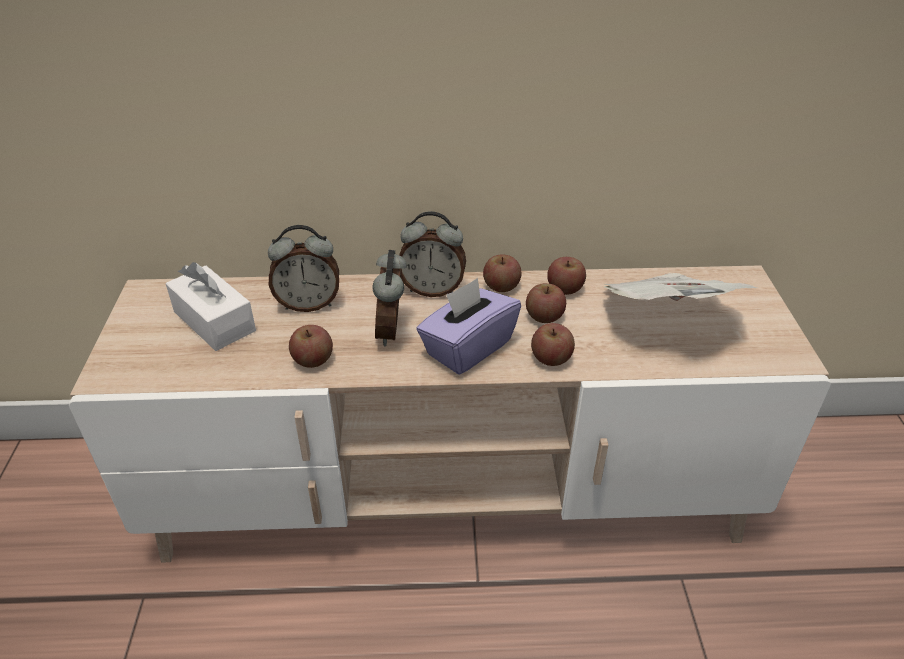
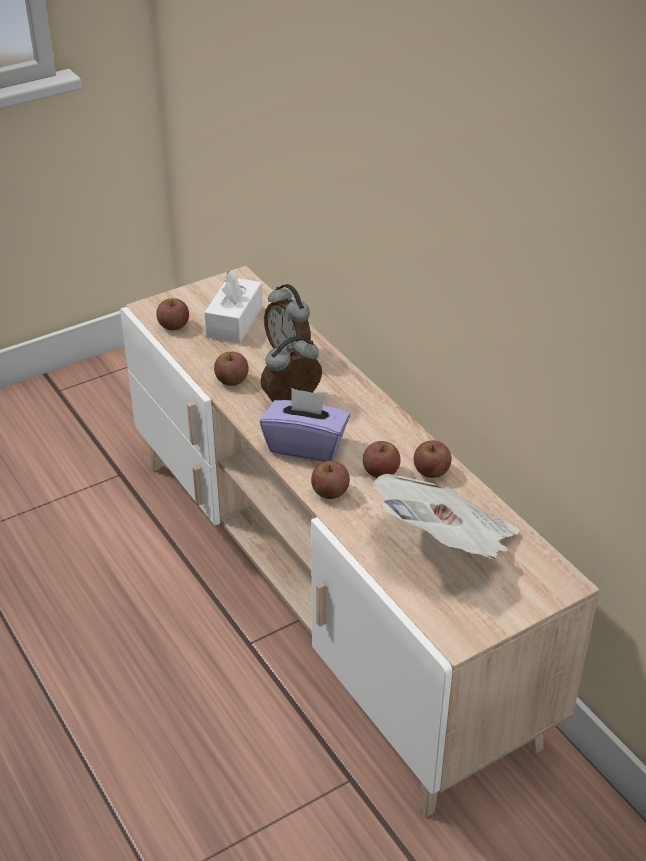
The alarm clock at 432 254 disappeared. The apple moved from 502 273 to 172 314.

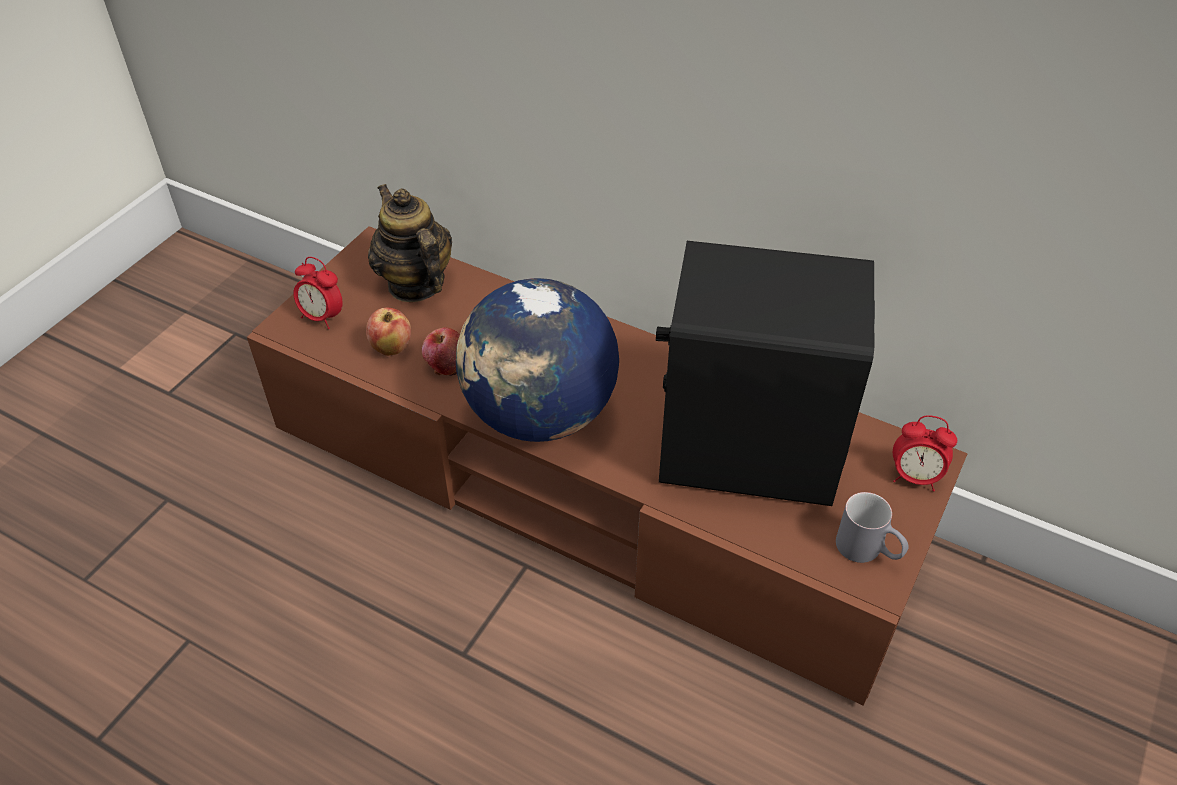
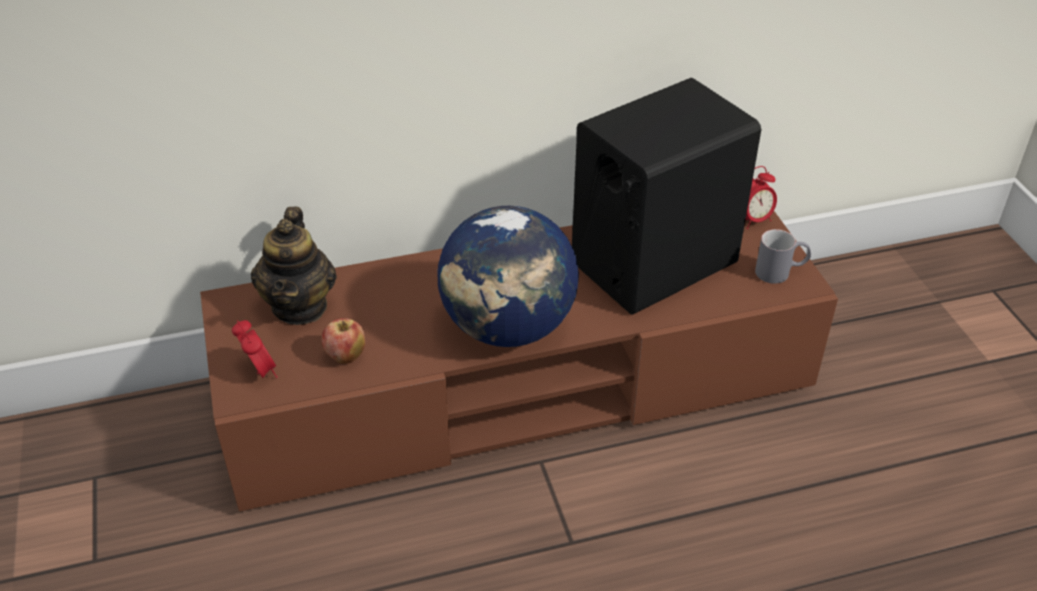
The teapot at 410 243 turned 105 degrees counterclockwise. The alarm clock at 318 293 turned 105 degrees counterclockwise. The apple at 441 352 disappeared.

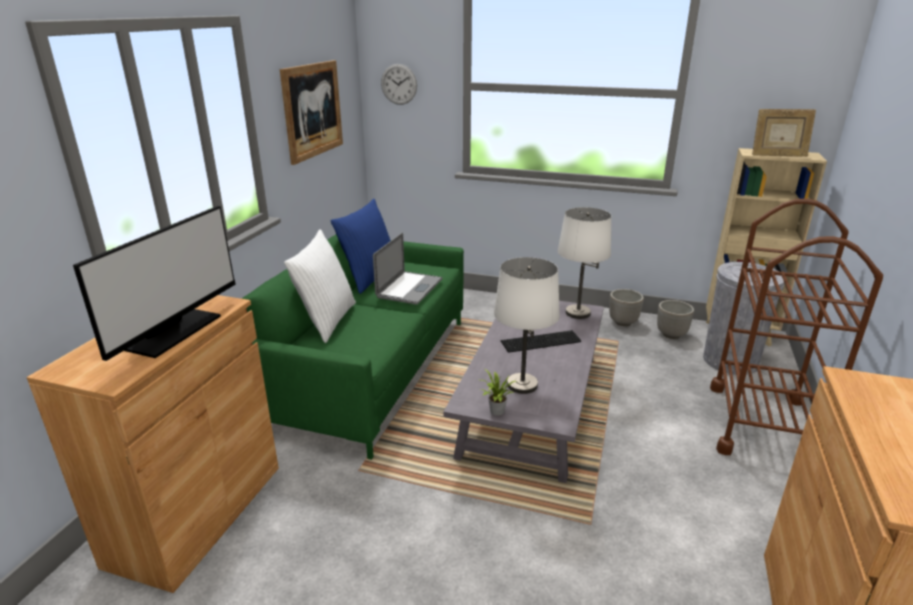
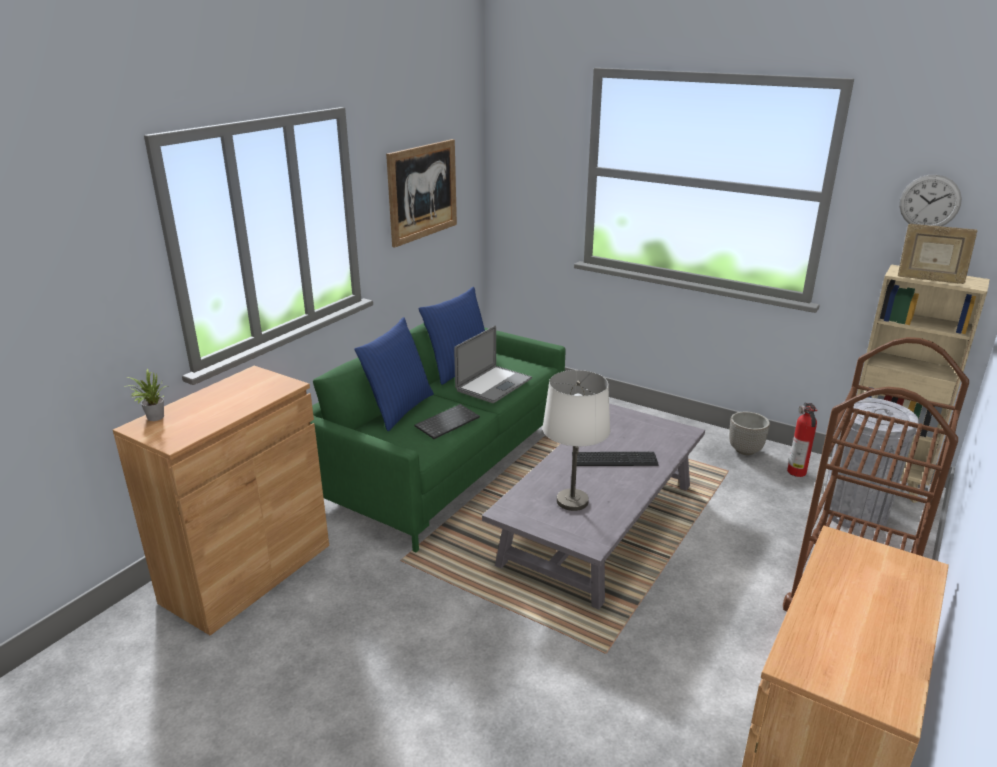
The wall clock moved from 399 84 to 930 200. The monitor at 154 283 disappeared. The table lamp in white at 584 263 disappeared. The pillow in white at 320 286 became the pillow in blue at 394 374. The planter at 675 319 was replaced by the fire extinguisher at 802 440. The potted plant moved from 498 392 to 145 394. The keyboard at 447 421 appeared.

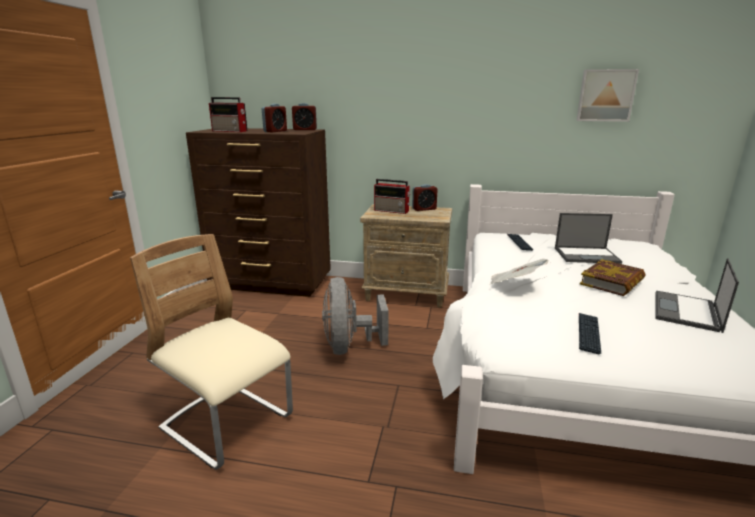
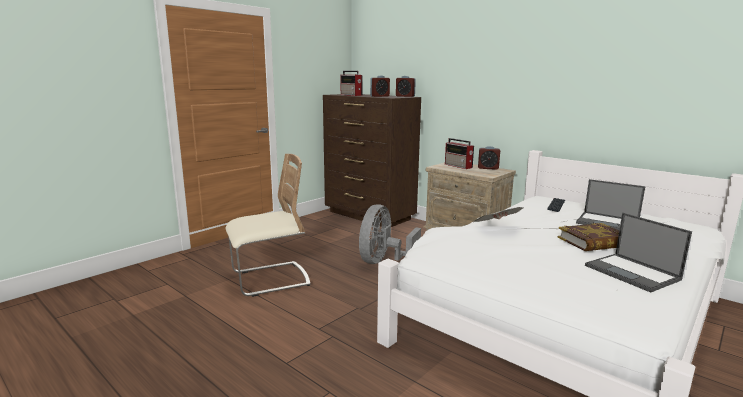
The picture at 607 95 disappeared. The chair in beige at 211 352 turned 90 degrees clockwise. The laptop at 697 295 turned 90 degrees counterclockwise. The keyboard at 590 333 disappeared.

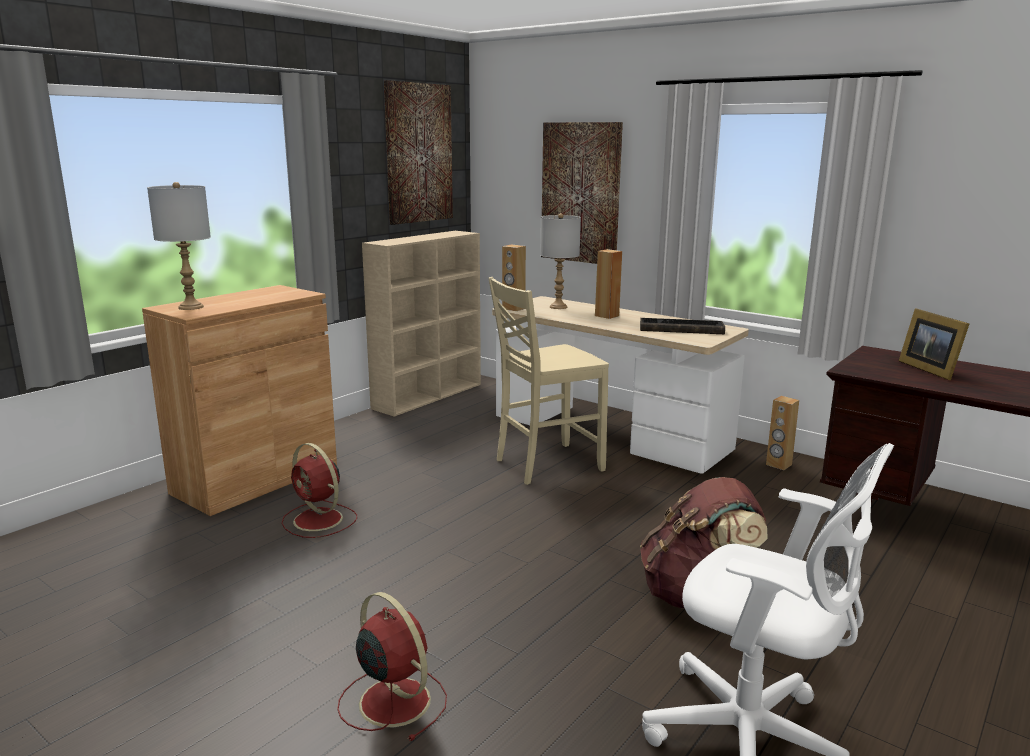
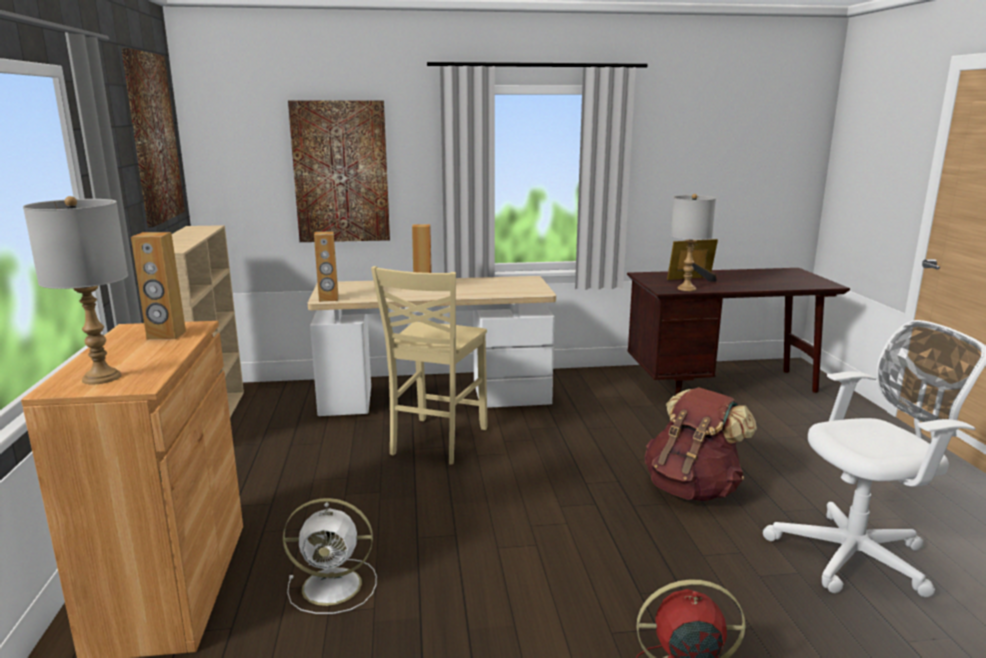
The table lamp in grey moved from 560 261 to 693 242. The picture frame at 934 344 turned 135 degrees clockwise. The keyboard at 682 326 disappeared. The speaker in brown moved from 782 433 to 158 286. The fan in red at 319 490 became the fan in white at 330 556.

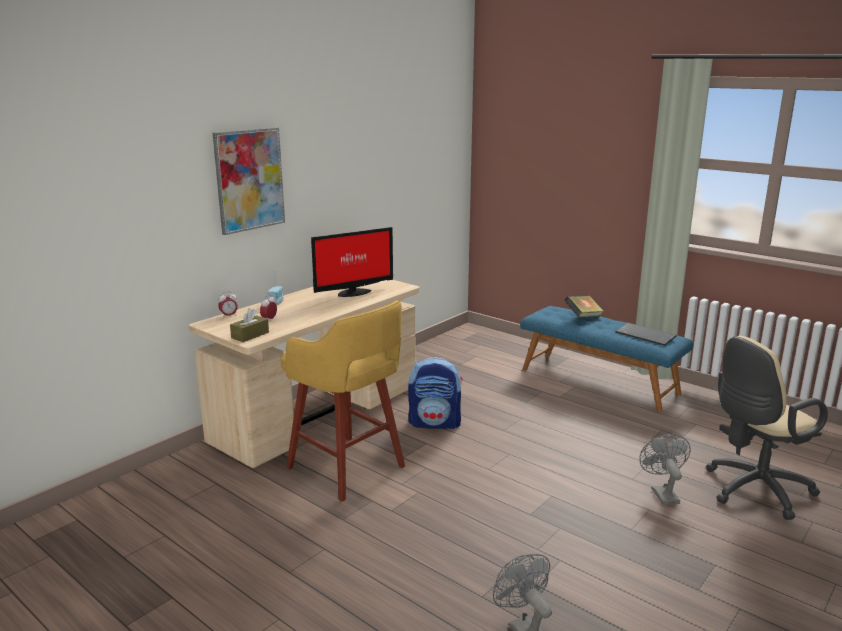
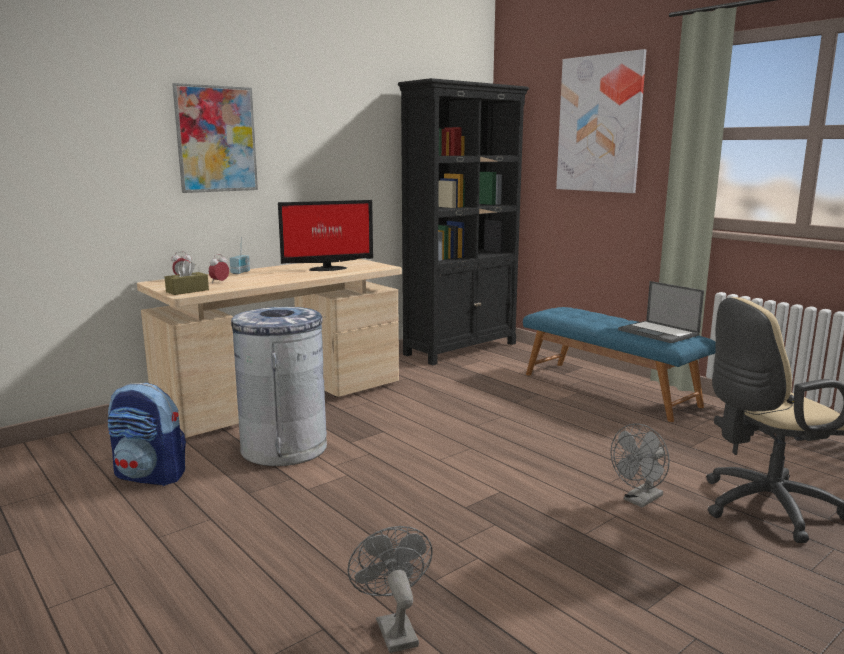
The book at 584 306 disappeared. The stool in yellow at 343 401 was replaced by the trash can in grey at 279 386. The keyboard at 646 334 was replaced by the laptop at 661 312. The backpack moved from 435 393 to 147 434. The fan in grey at 665 469 turned 135 degrees counterclockwise. The picture at 601 121 appeared. The bookcase in black at 463 221 appeared.

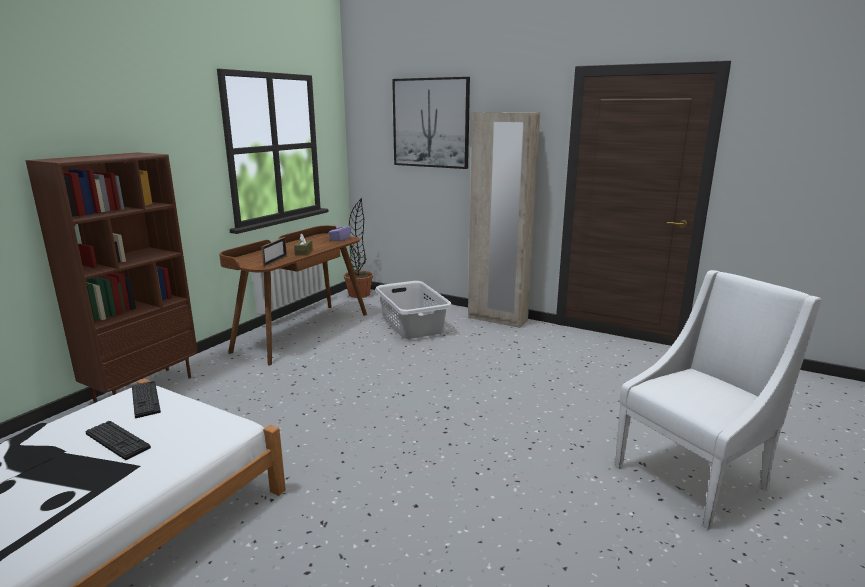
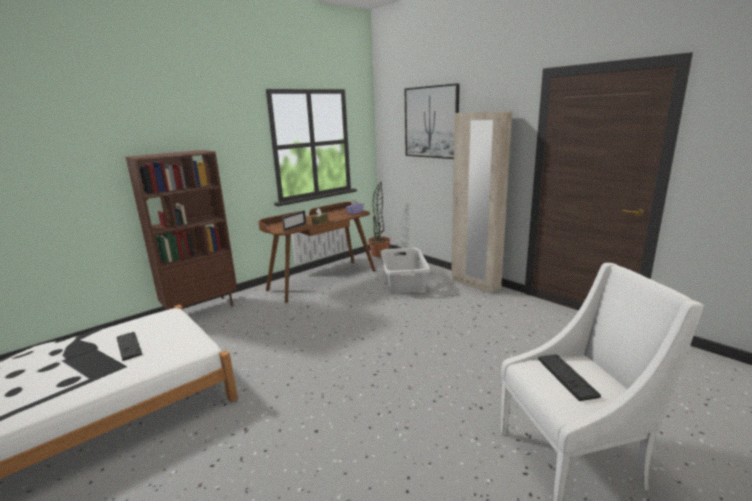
The keyboard moved from 146 399 to 569 377.

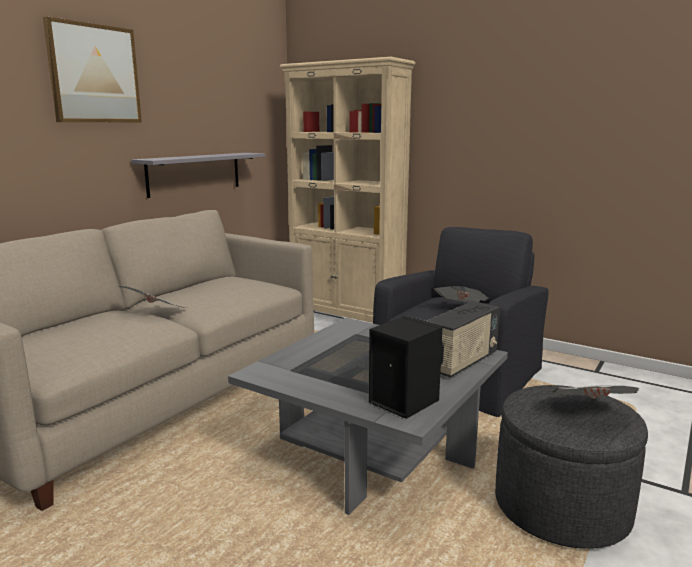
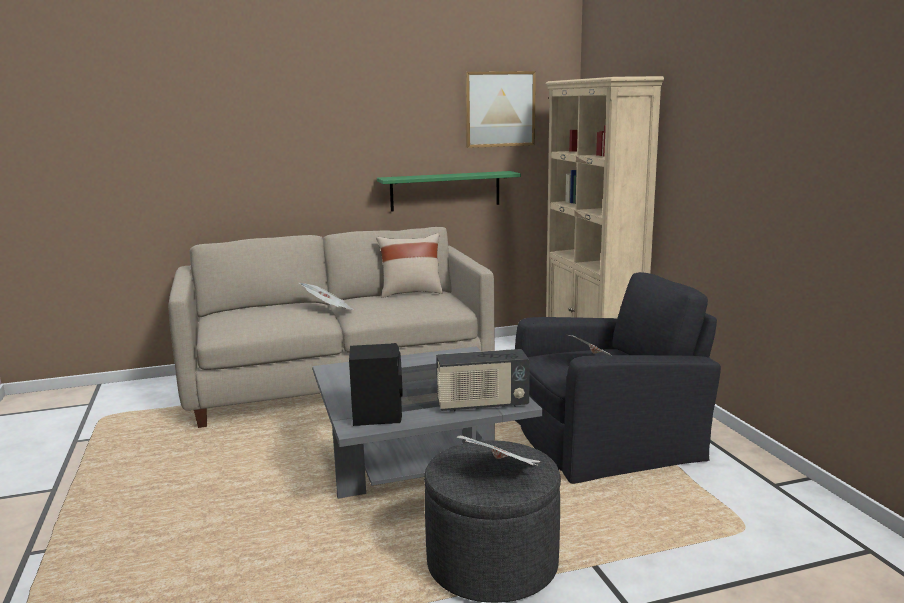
The picture moved from 92 69 to 500 109. The shelf in grey at 198 175 became the shelf in green at 449 191. The pillow in beige at 409 265 appeared.

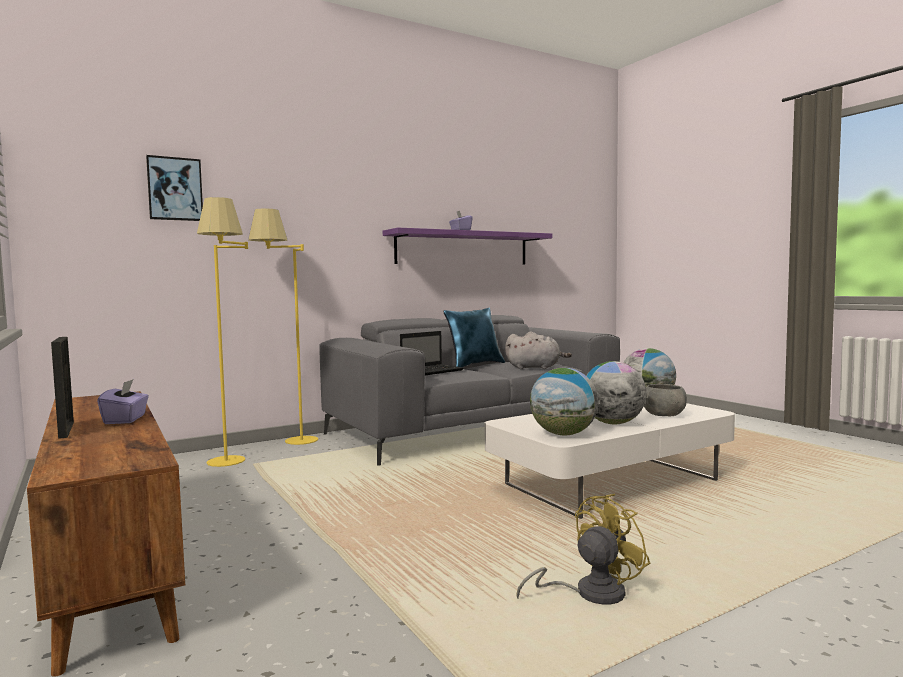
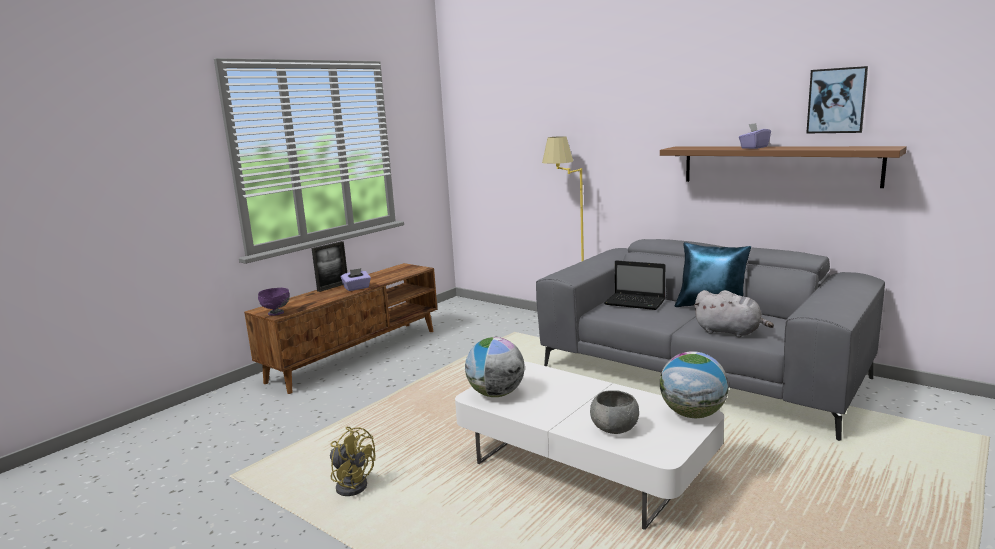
The picture moved from 174 188 to 837 99. The floor lamp in yellow at 222 332 disappeared. The shelf in purple at 467 246 became the shelf in brown at 783 167. The plush toy in grey at 538 350 turned 45 degrees counterclockwise. The globe at 616 392 disappeared. The bowl in purple at 274 302 appeared.

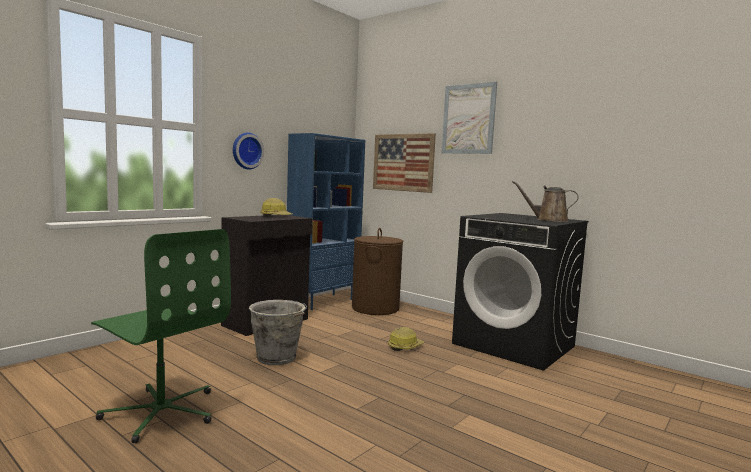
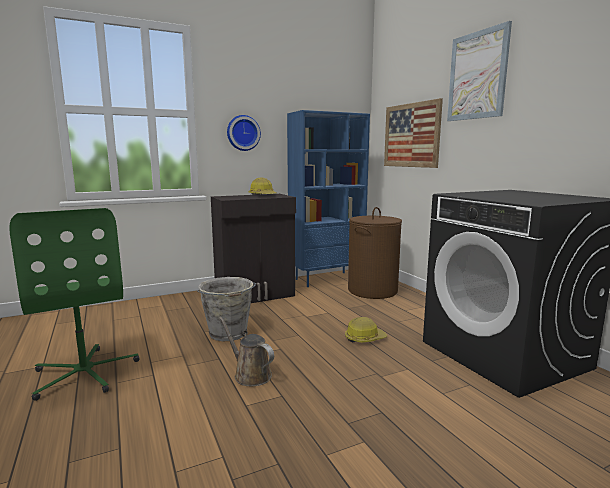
The watering can in brown moved from 545 201 to 246 351.

